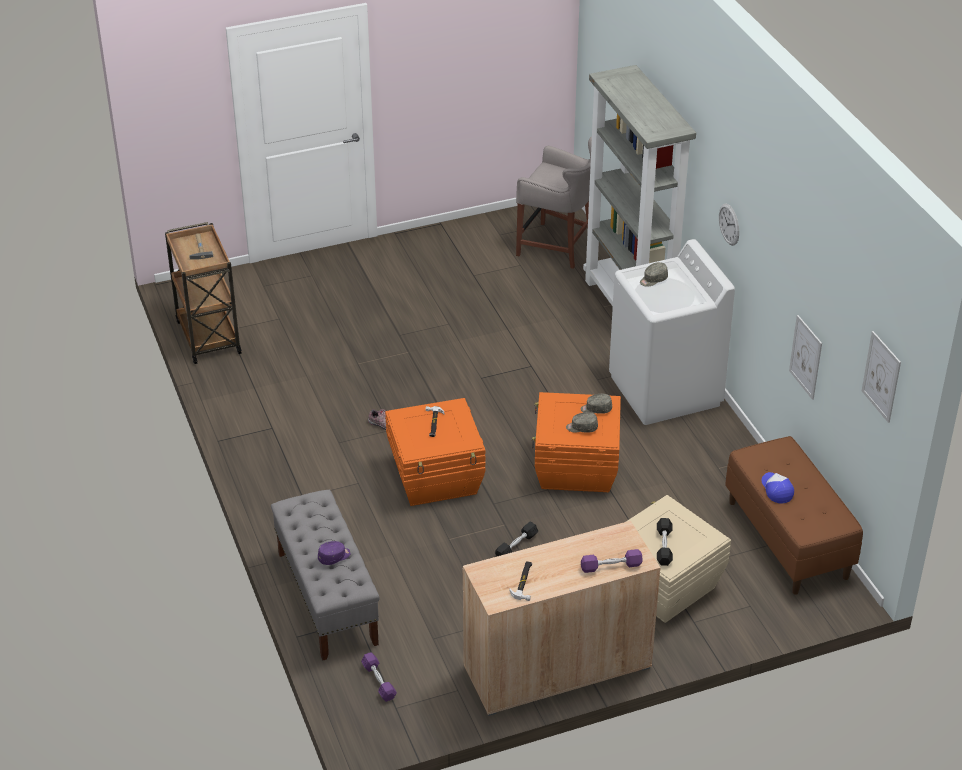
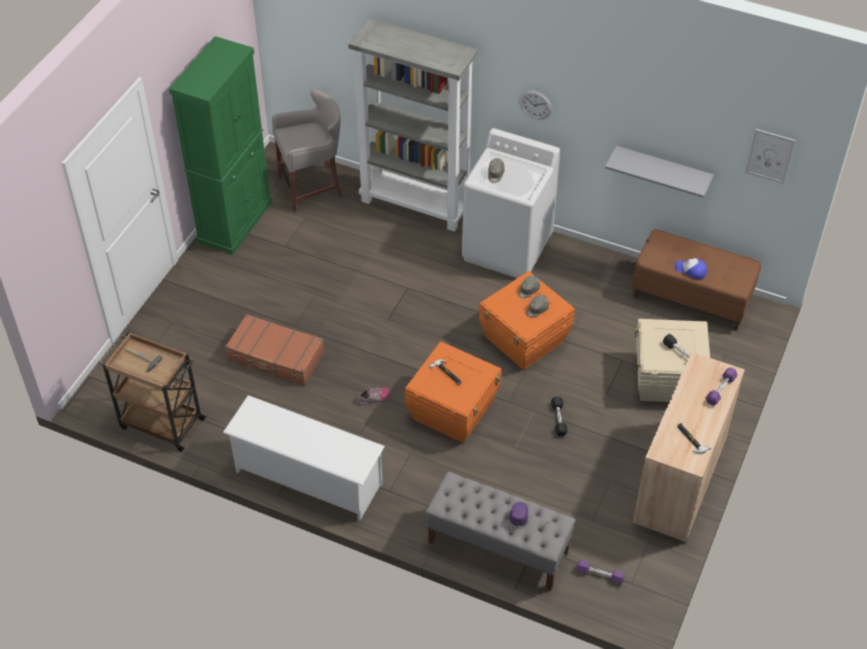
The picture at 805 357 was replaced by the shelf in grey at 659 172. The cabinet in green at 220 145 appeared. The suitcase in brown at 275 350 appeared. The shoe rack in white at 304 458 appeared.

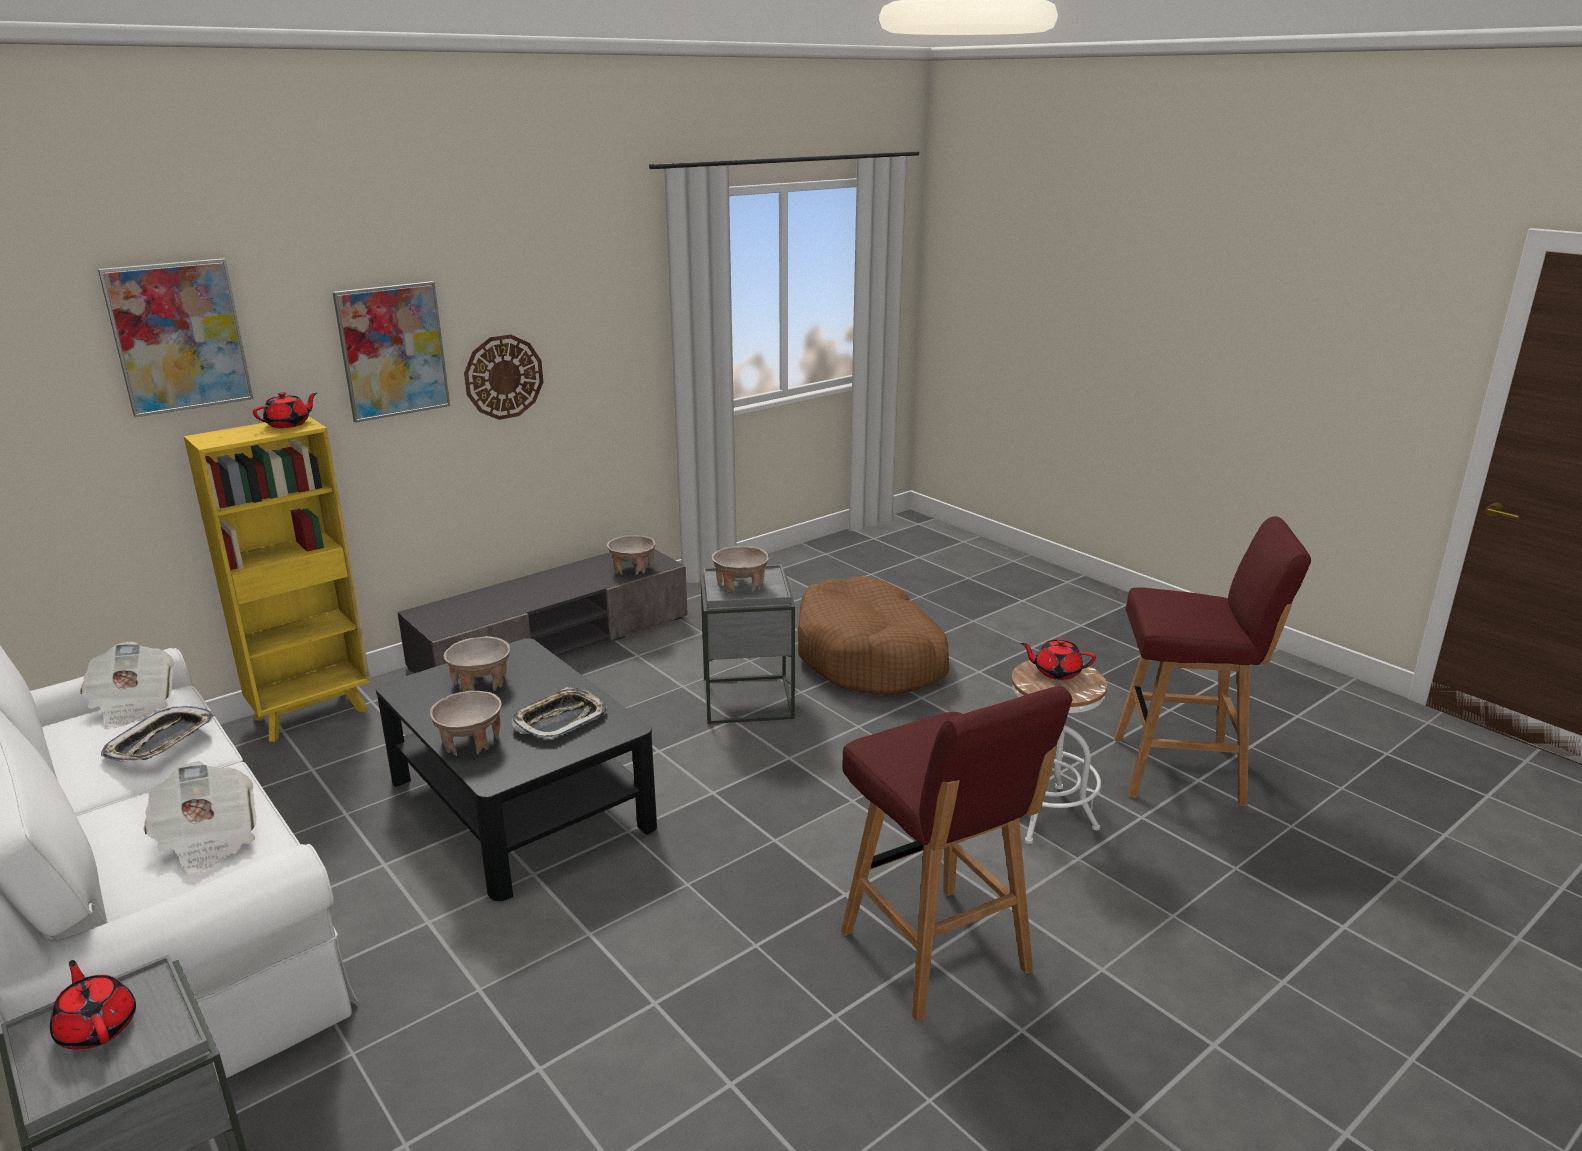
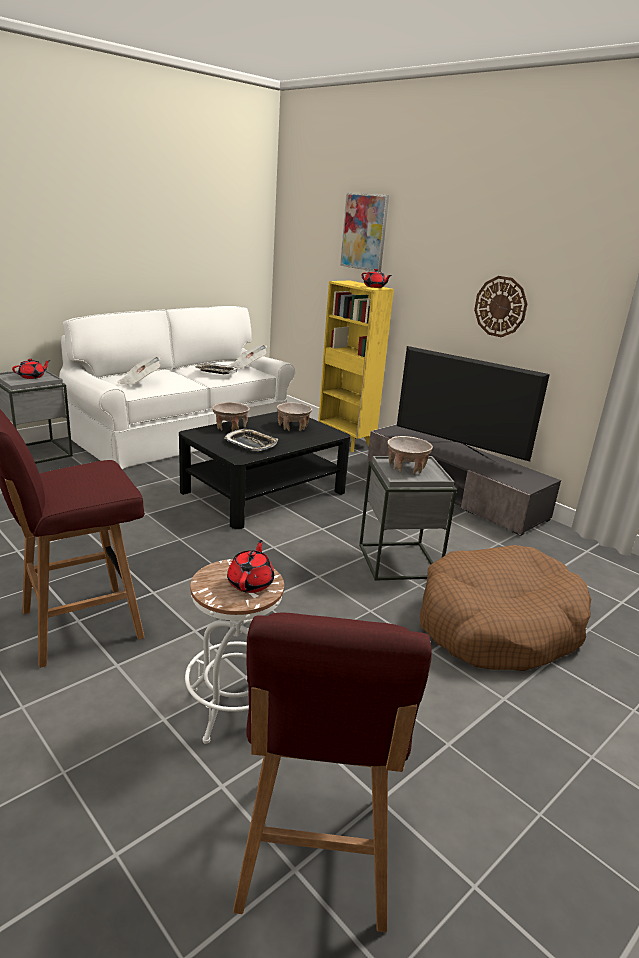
The picture at 391 351 disappeared. The bowl in beige at 631 555 disappeared. The television at 473 405 appeared.

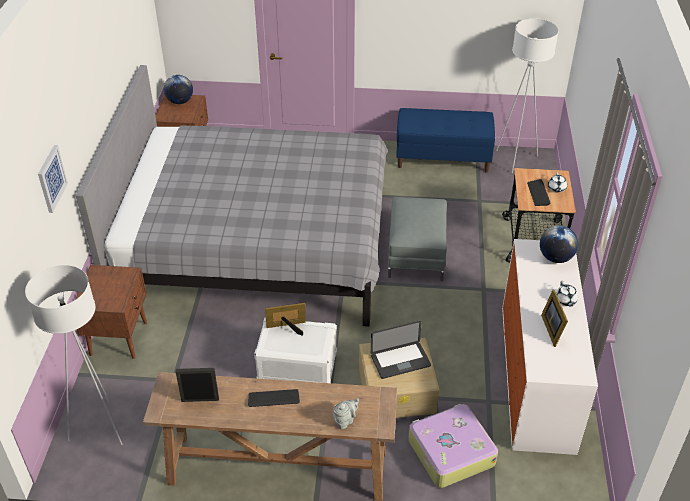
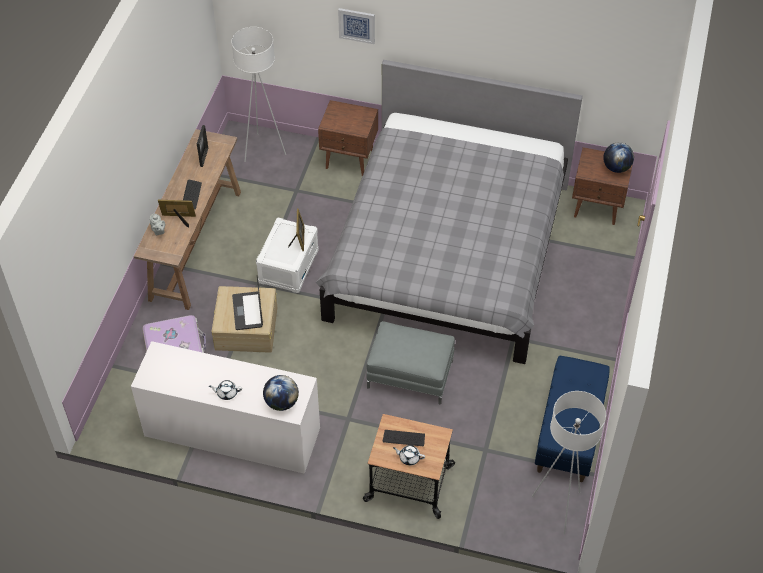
The picture frame moved from 554 318 to 177 213.

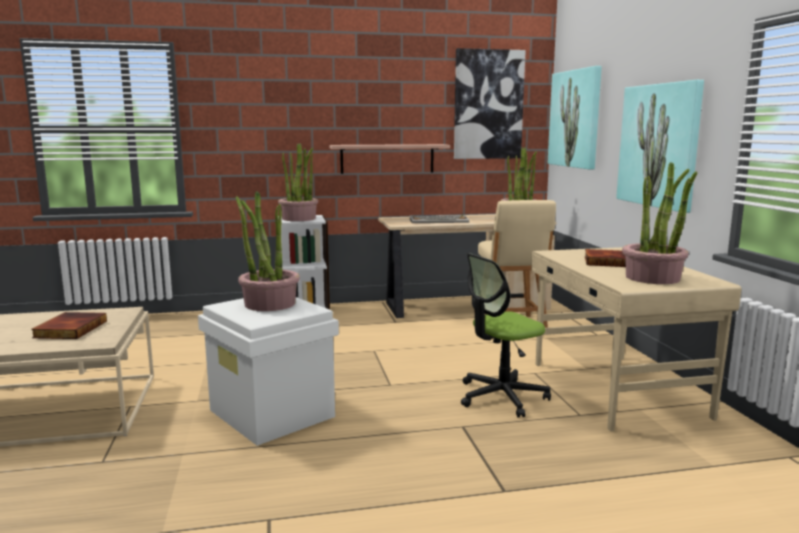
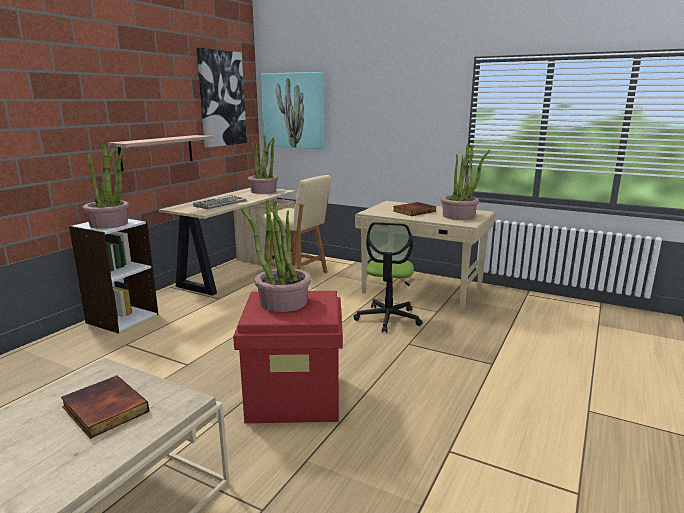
The picture at 660 146 disappeared. The storage box in white at 268 371 became the storage box in red at 288 357.

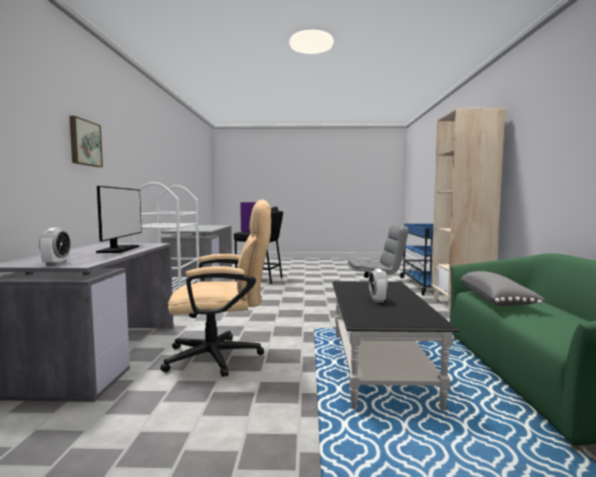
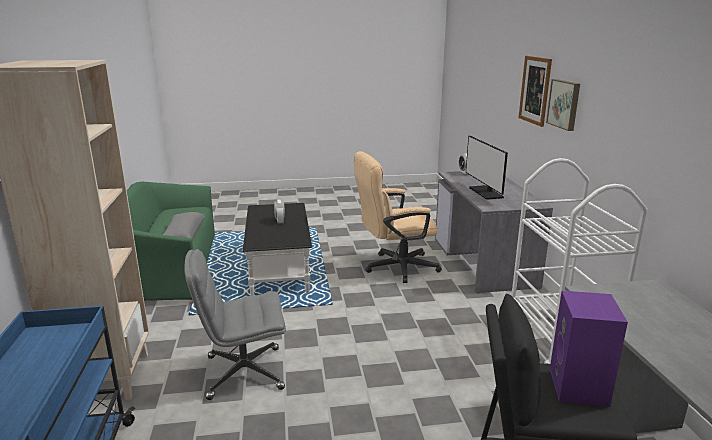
The picture at 535 91 appeared.

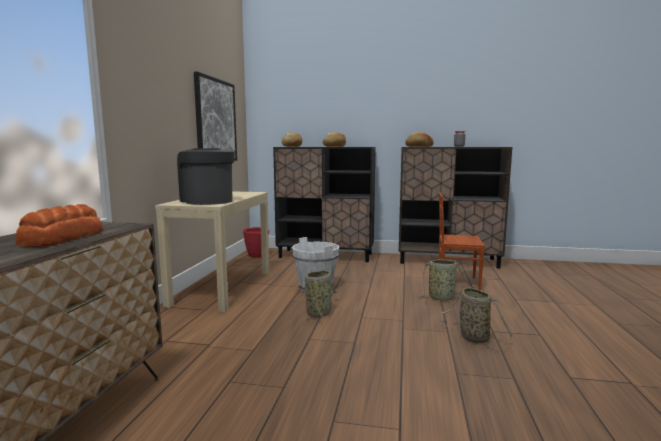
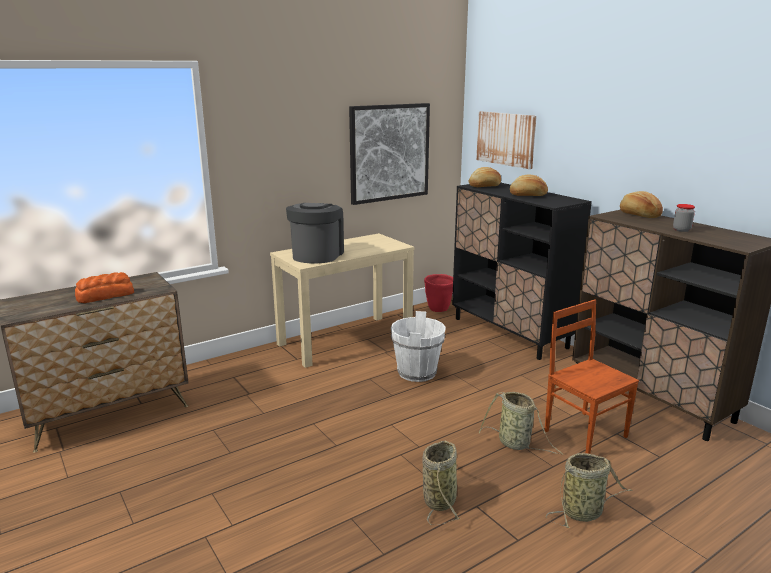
The basket moved from 320 295 to 589 490. The picture at 506 140 appeared.

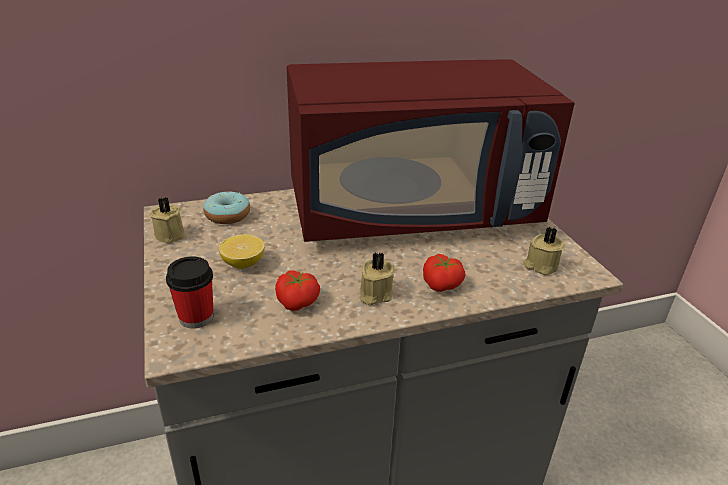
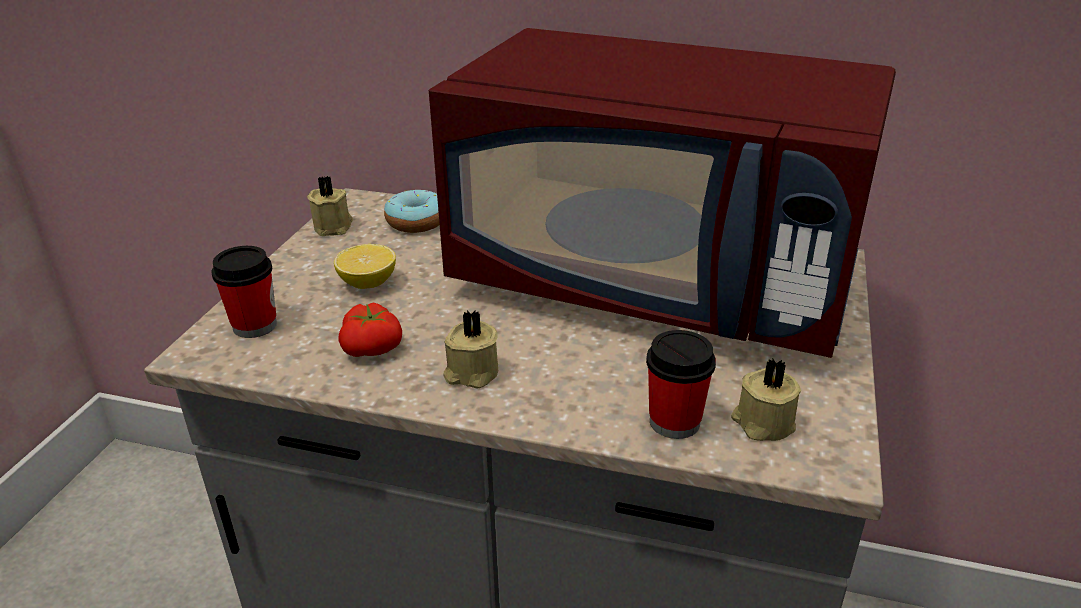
The tomato at 444 273 disappeared. The cup at 681 384 appeared.

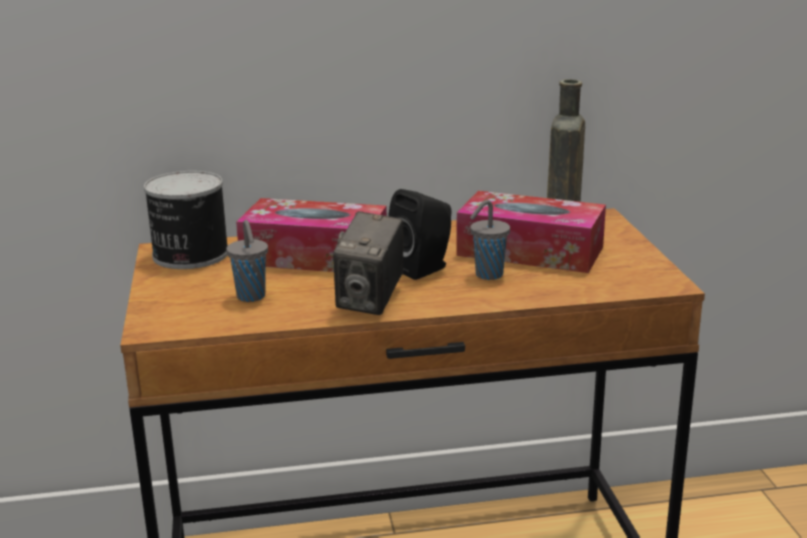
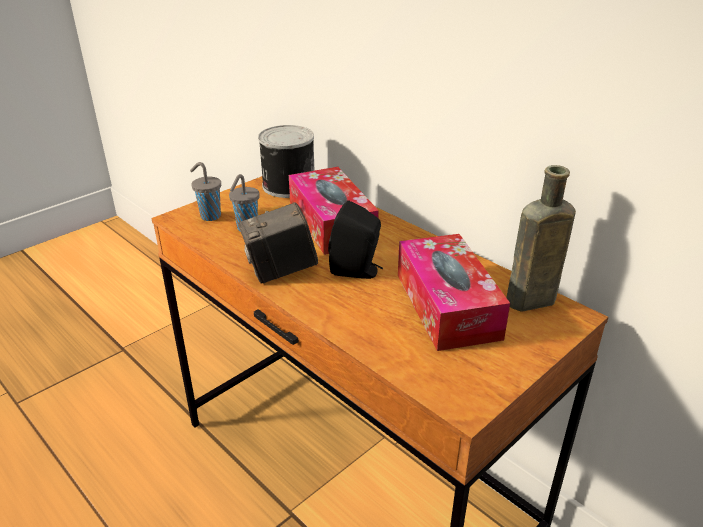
The cup in grey moved from 490 240 to 205 191.

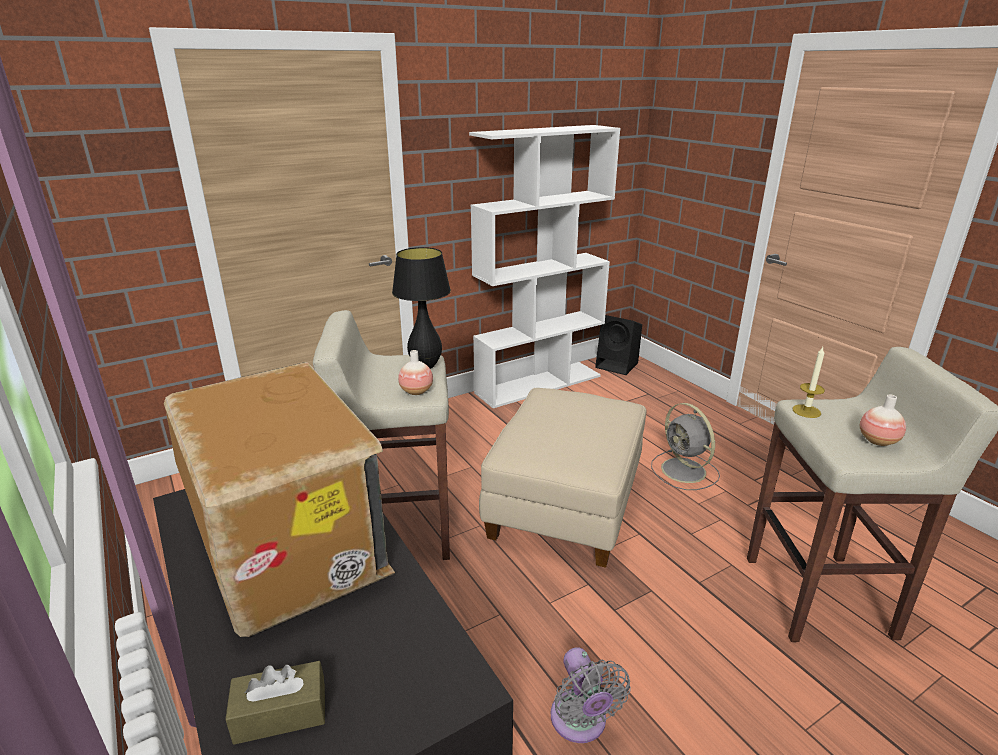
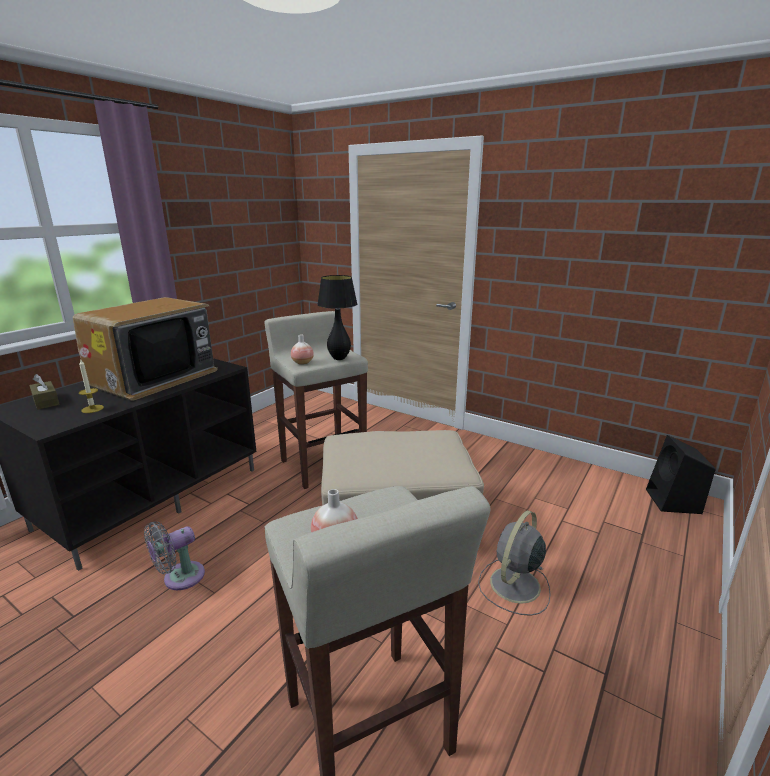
The bookcase in white at 544 266 disappeared. The candle moved from 808 382 to 91 386.

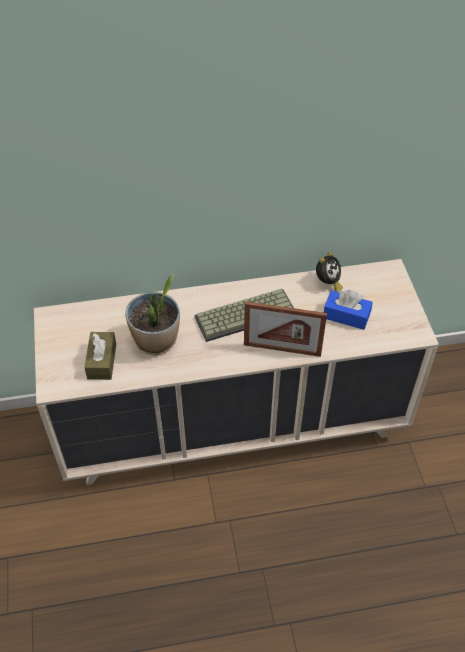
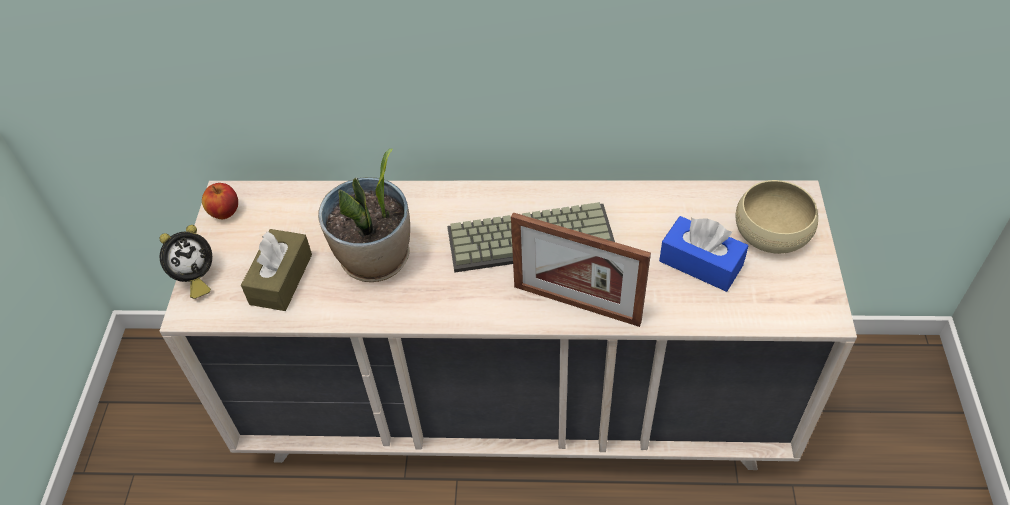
The alarm clock moved from 329 272 to 185 262. The bowl in beige at 776 217 appeared. The apple at 220 201 appeared.

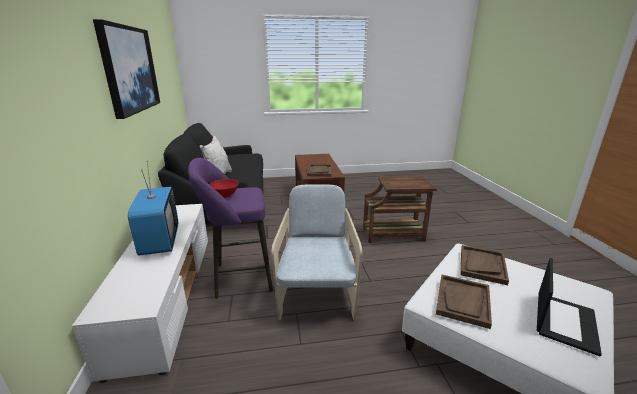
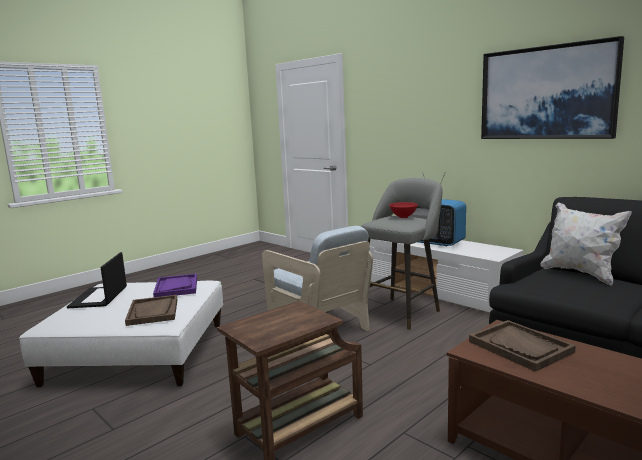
The stool in purple at 230 228 became the stool in grey at 401 254. The tray in brown at 464 302 became the tray in purple at 175 285.

